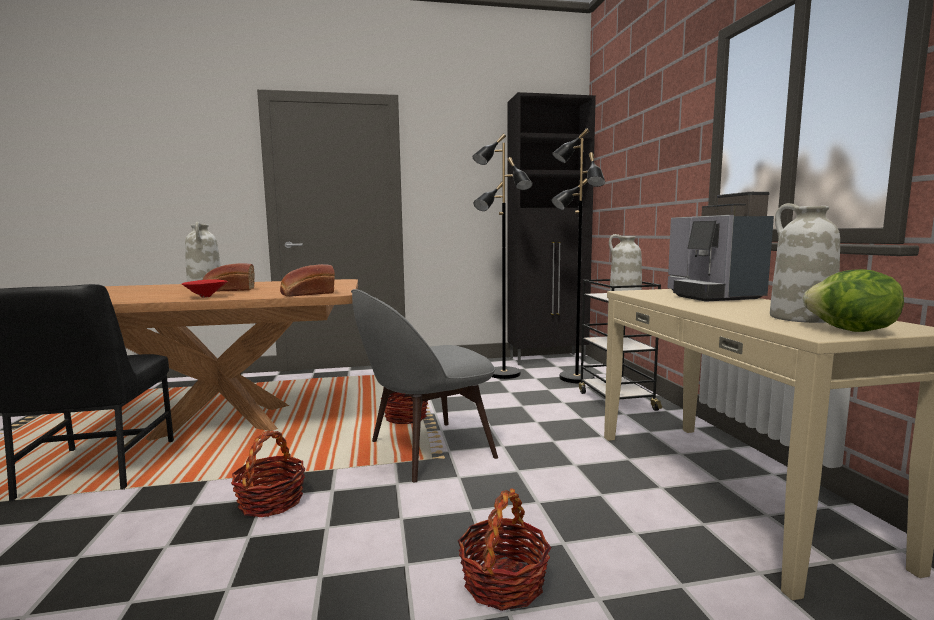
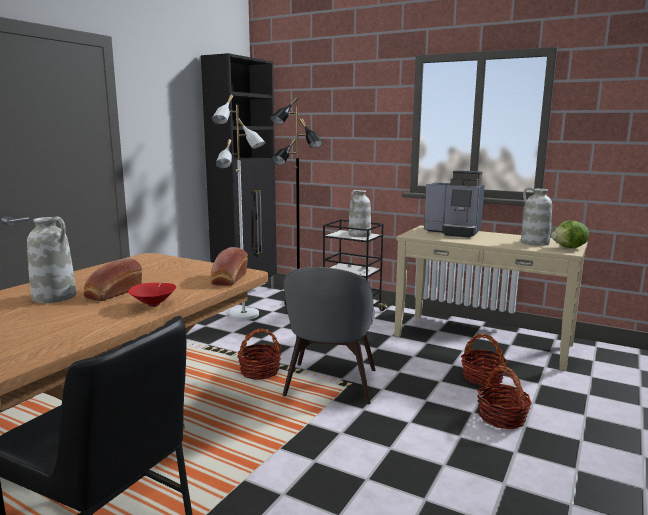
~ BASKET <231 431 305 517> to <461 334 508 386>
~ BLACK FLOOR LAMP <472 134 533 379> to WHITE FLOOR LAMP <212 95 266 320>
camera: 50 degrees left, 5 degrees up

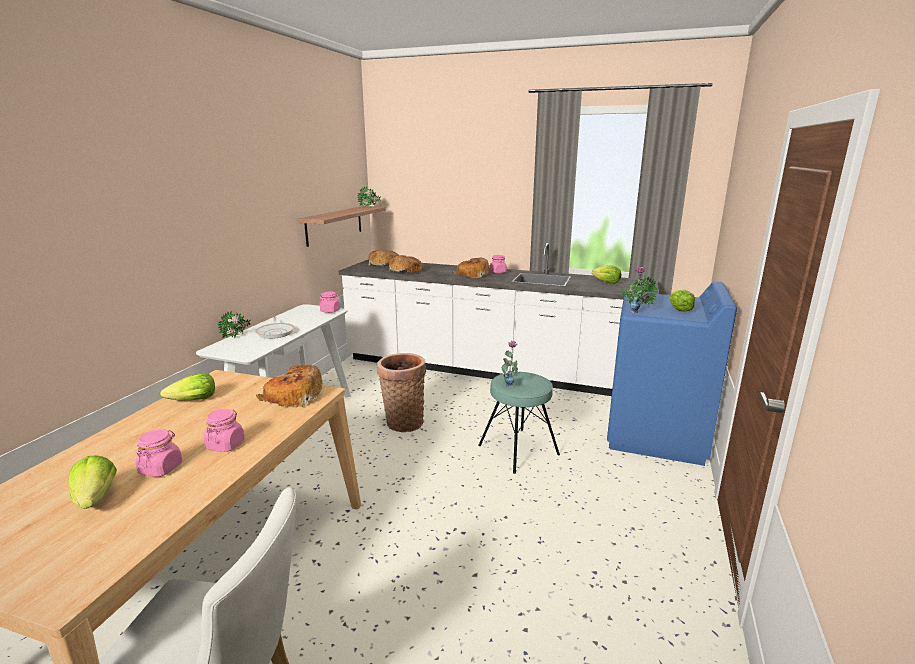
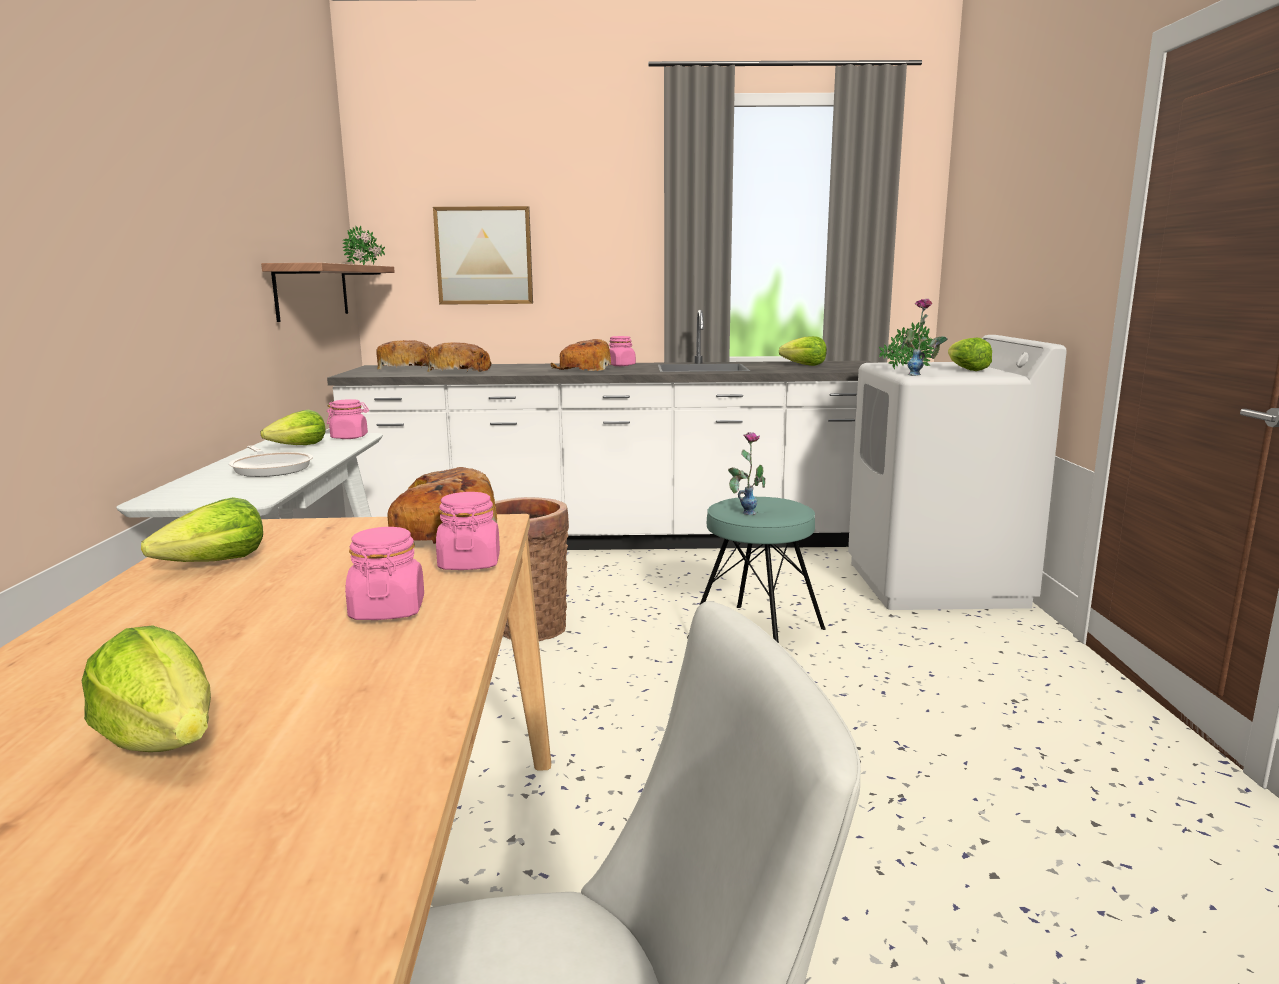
~ PINK JAR <136 429 182 477> to <436 492 500 570>
- POTTED PLANT <218 311 250 338>
~ BLUE WASHING MACHINE <607 281 737 466> to WHITE WASHING MACHINE <848 335 1067 610>
+ LETTUCE <260 410 325 445>
+ PICTURE <433 206 533 305>
camera: 20 degrees left, 5 degrees down

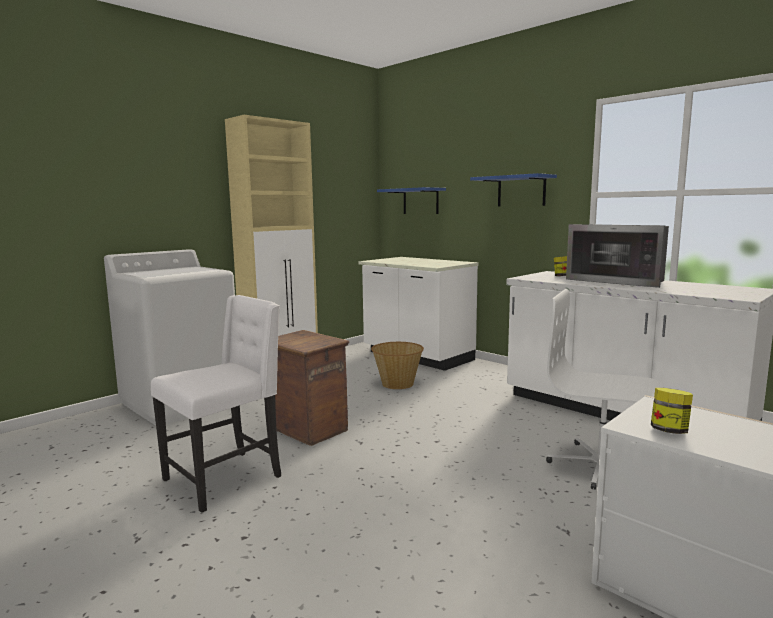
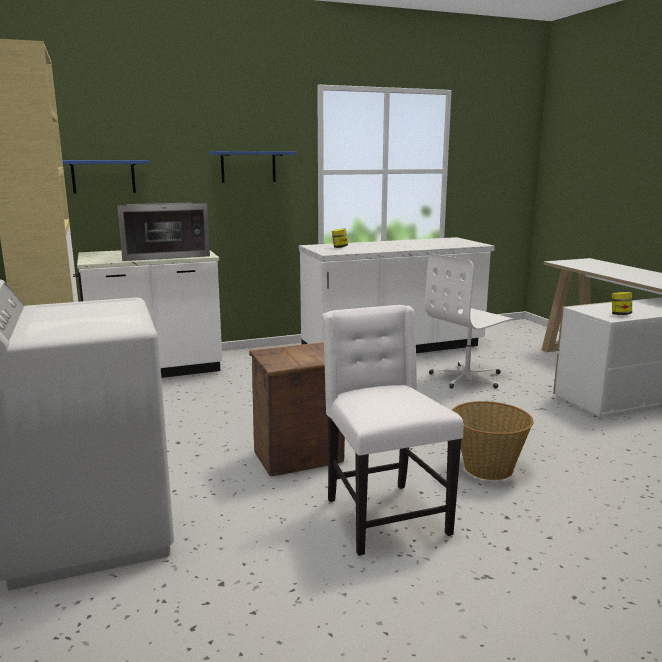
~ BASKET <371 342 424 389> to <452 401 534 480>
~ MICROWAVE <566 224 669 288> to <117 203 210 261>
camera: 65 degrees left, 5 degrees up

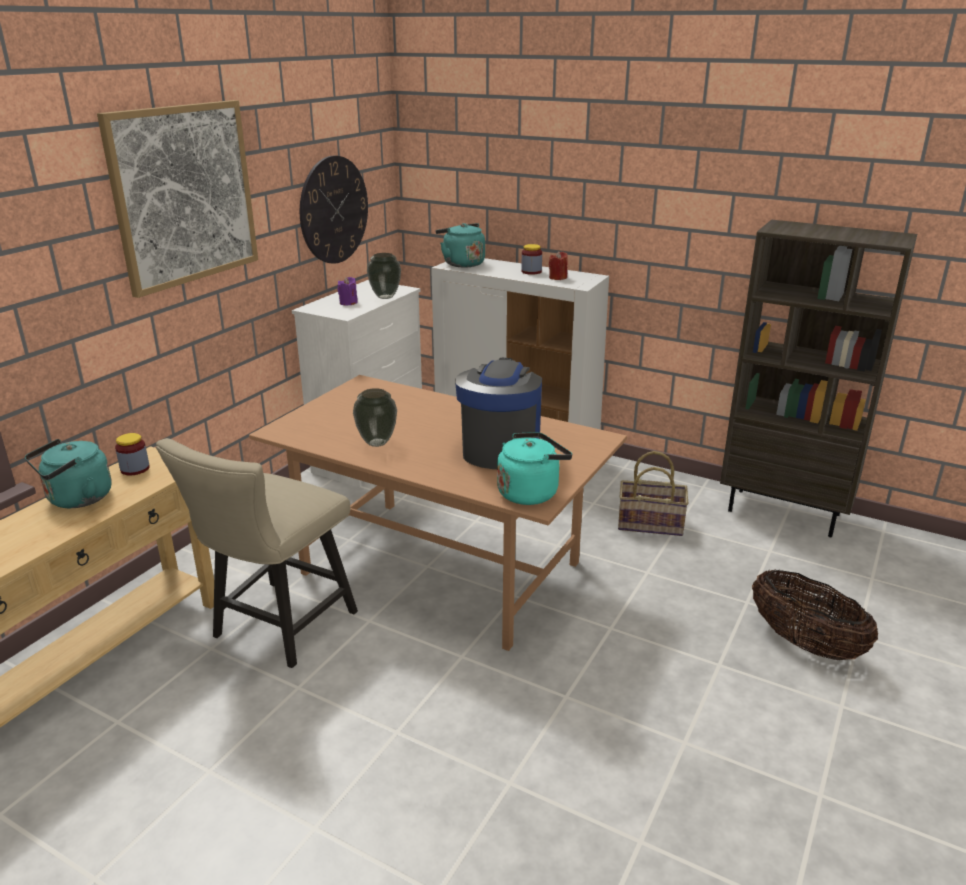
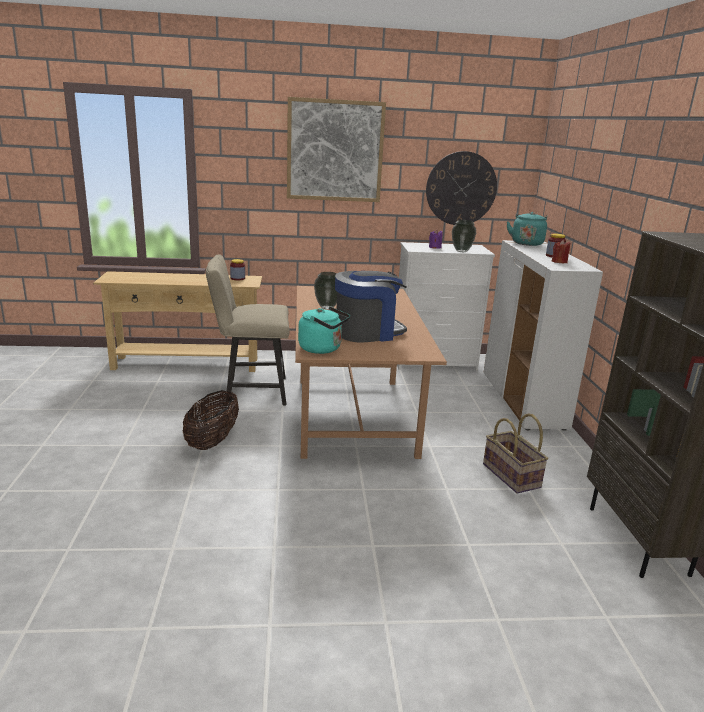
- TURQUOISE KETTLE <25 439 112 508>
~ BASKET <752 570 878 660> to <183 390 239 450>
camera: 55 degrees right, 5 degrees down

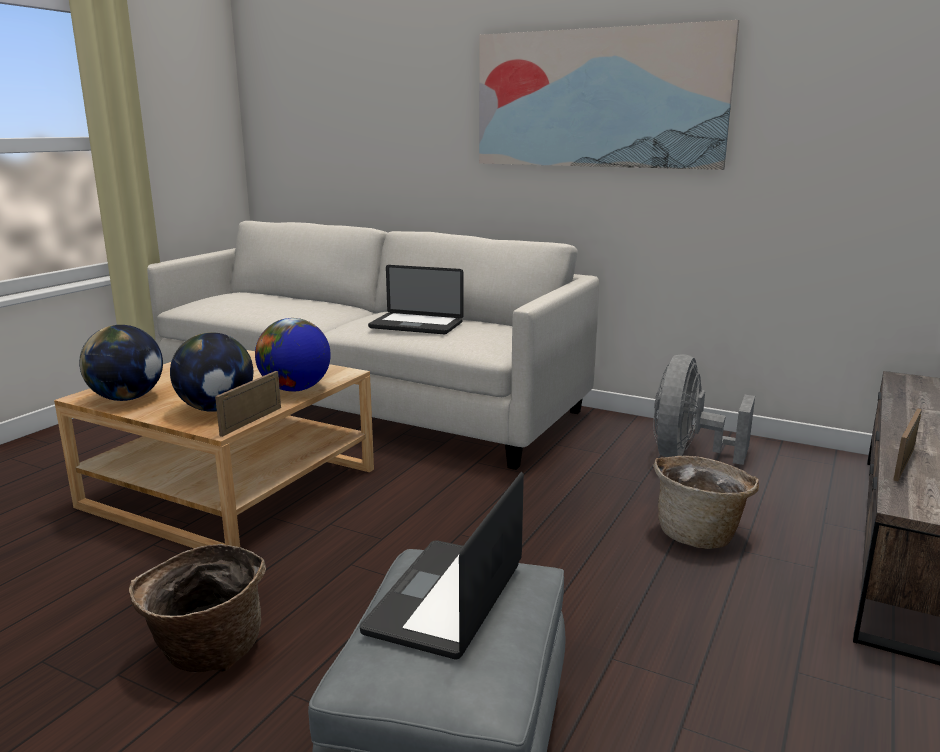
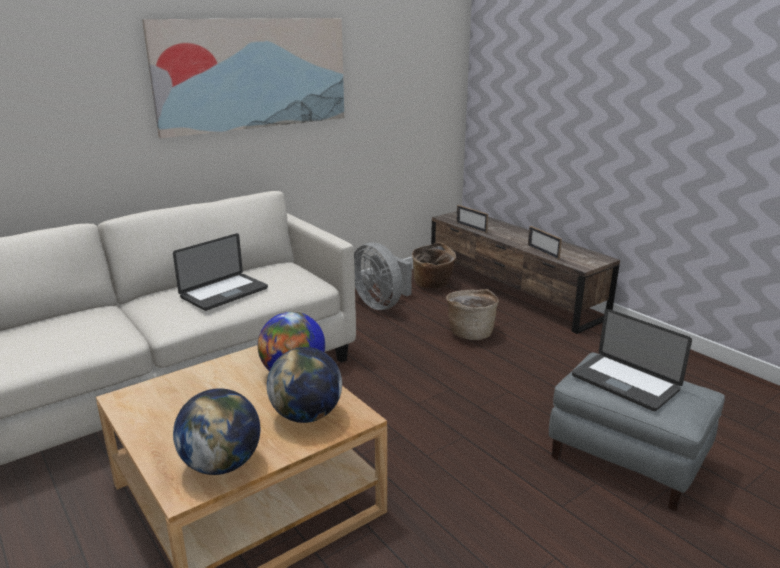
~ BASKET <129 544 266 672> to <412 242 456 288>
~ PICTURE FRAME <215 371 281 437> to <456 205 488 233>
camera: 65 degrees left, 5 degrees up

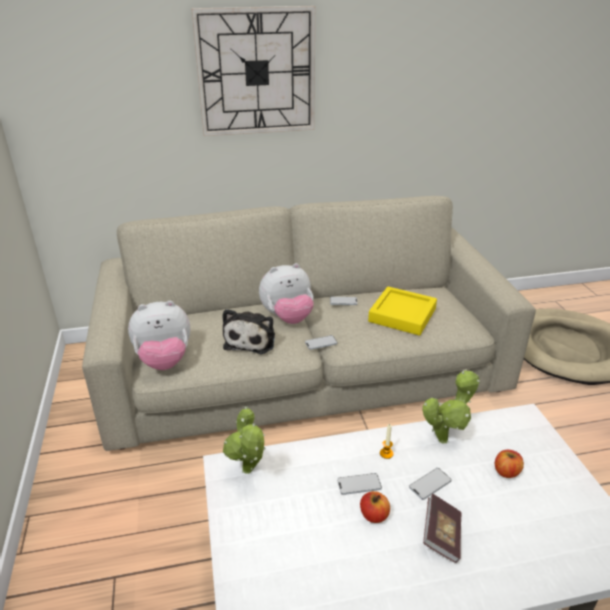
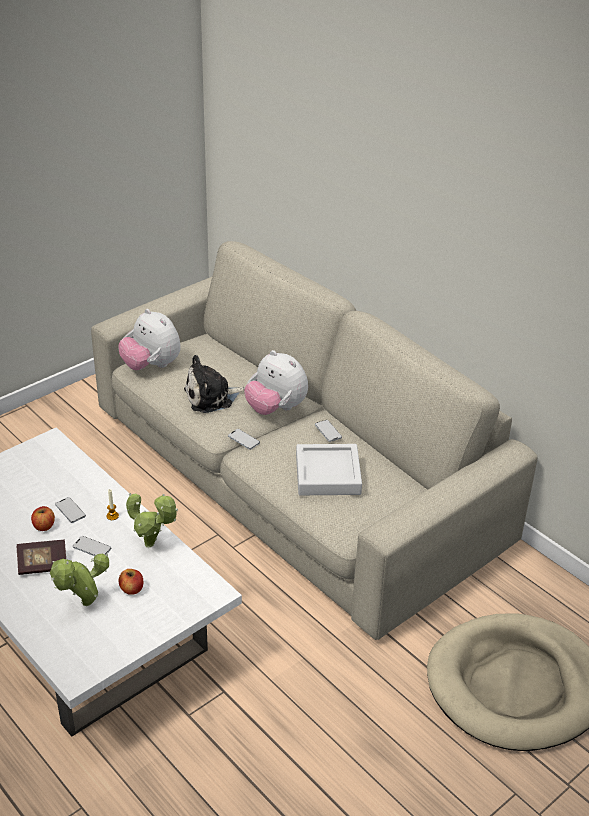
- WALL CLOCK <191 6 315 136>
~ POTTED PLANT <223 406 266 474> to <50 553 109 606>
~ YELLOW TRAY <368 287 437 336> to GREY TRAY <296 444 362 495>
camera: 60 degrees right, 5 degrees up

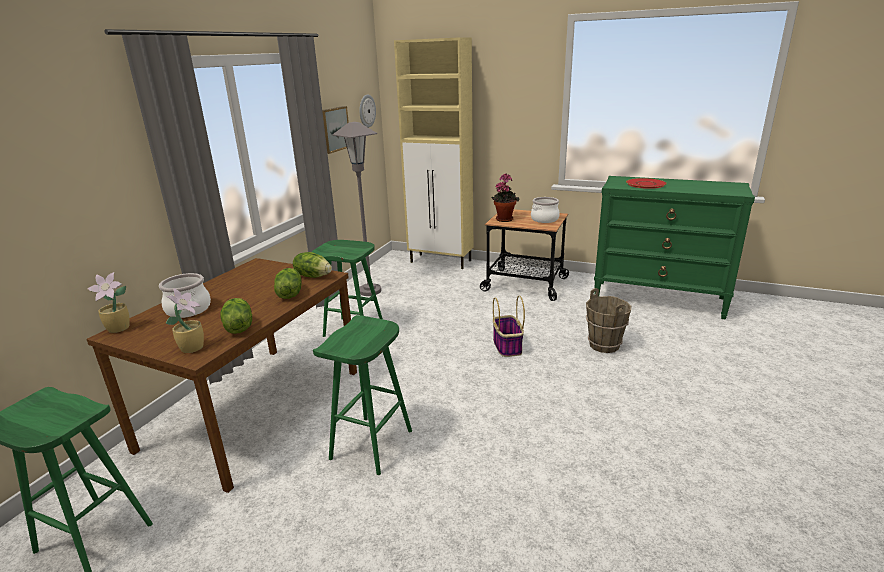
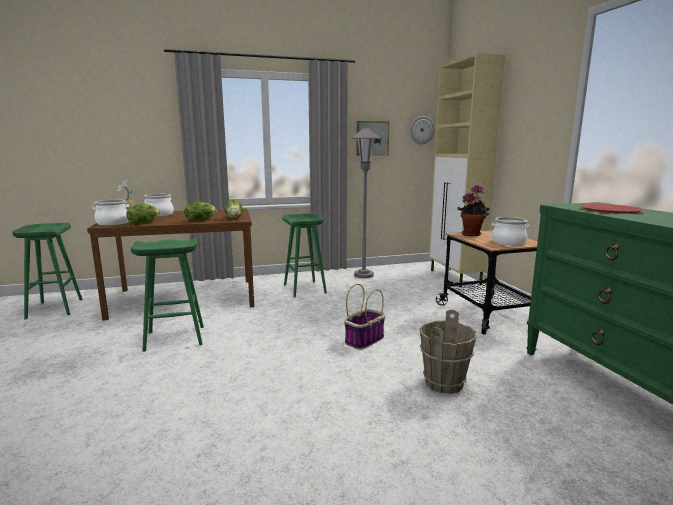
~ POTTED PLANT <166 288 204 353> to COOKING POT <92 200 129 226>
camera: 50 degrees right, 10 degrees down

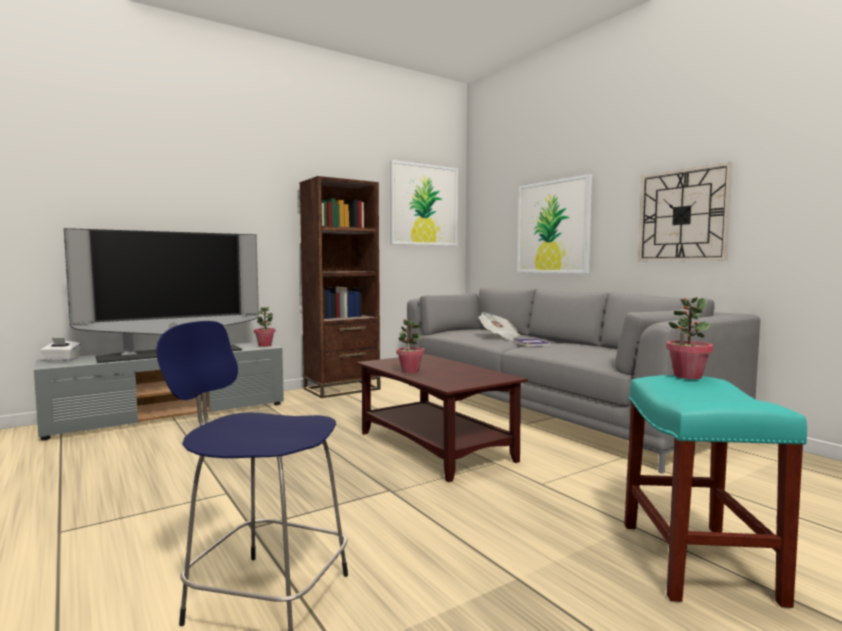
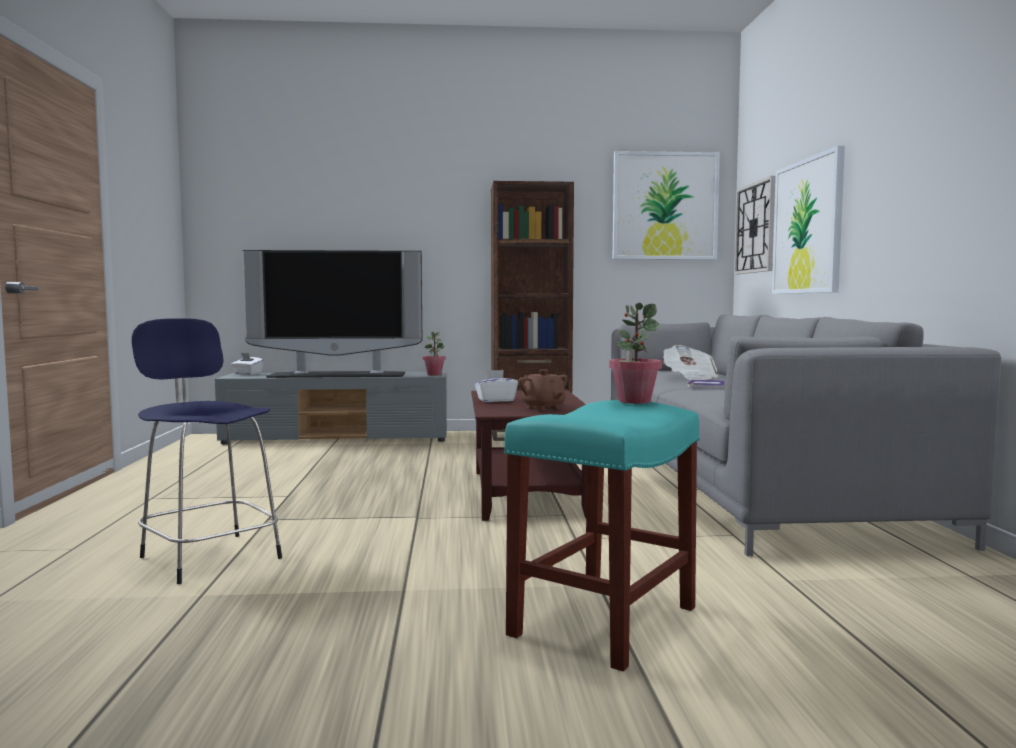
~ POTTED PLANT <396 318 424 373> to WHITE TISSUE BOX <475 370 518 402>
~ WALL CLOCK <638 162 733 261> to <734 176 775 274>
+ BROWN TEAPOT <518 369 567 411>
camera: 30 degrees right, 0 degrees up

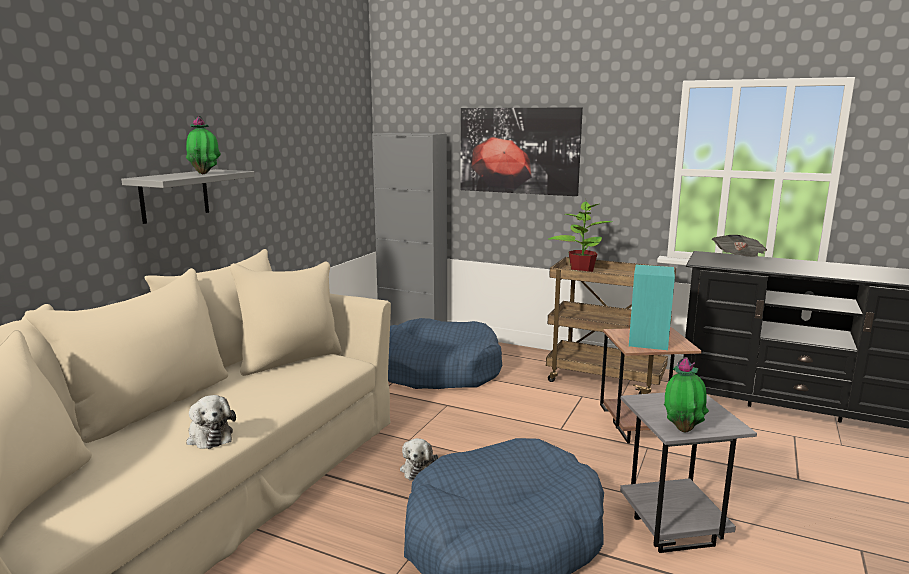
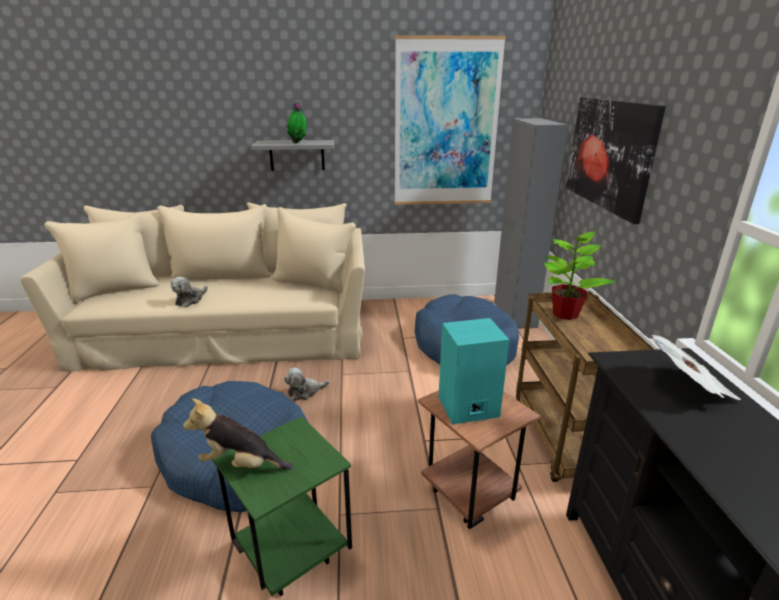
~ GREY SIDE TABLE <620 392 757 553> to GREEN SIDE TABLE <213 416 352 597>
~ POTTED PLANT <664 357 709 432> to PLUSH TOY <183 398 293 469>
+ PICTURE <395 35 506 205>
camera: 60 degrees right, 10 degrees up

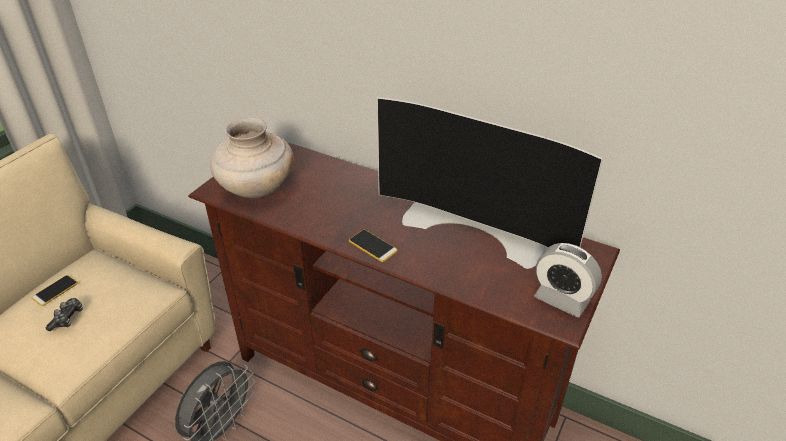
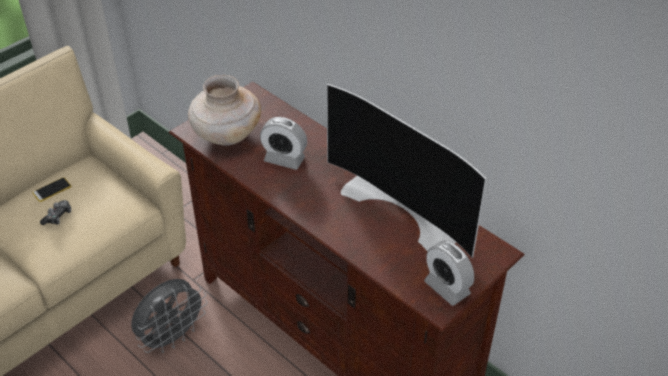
- PHONE <349 230 398 262>
+ ALARM CLOCK <260 117 307 170>
camera: 15 degrees right, 5 degrees up

